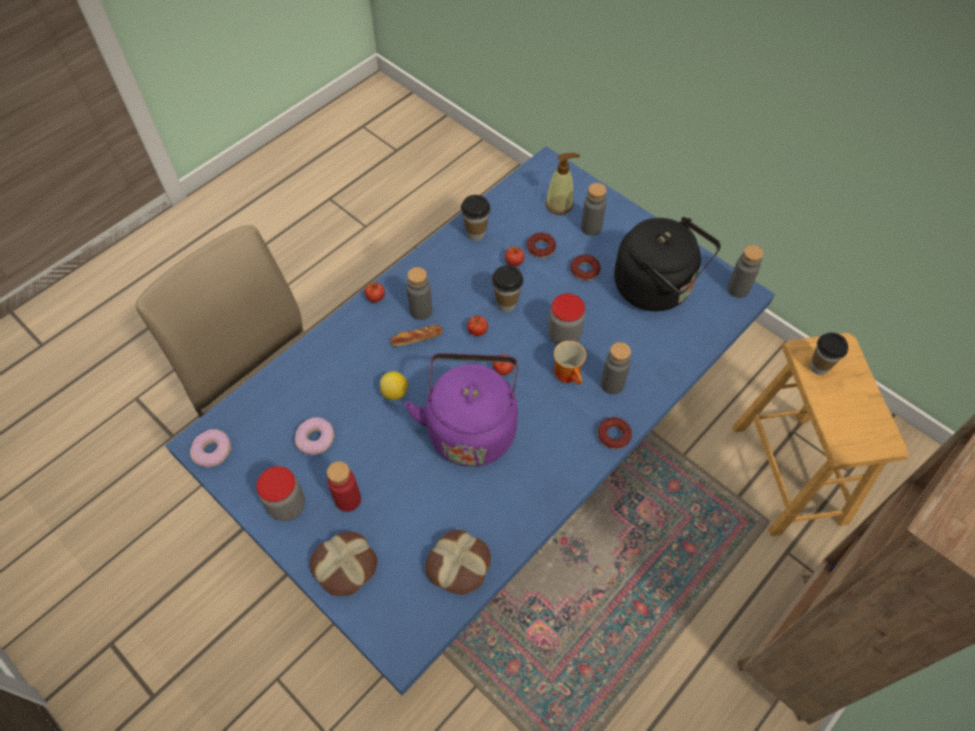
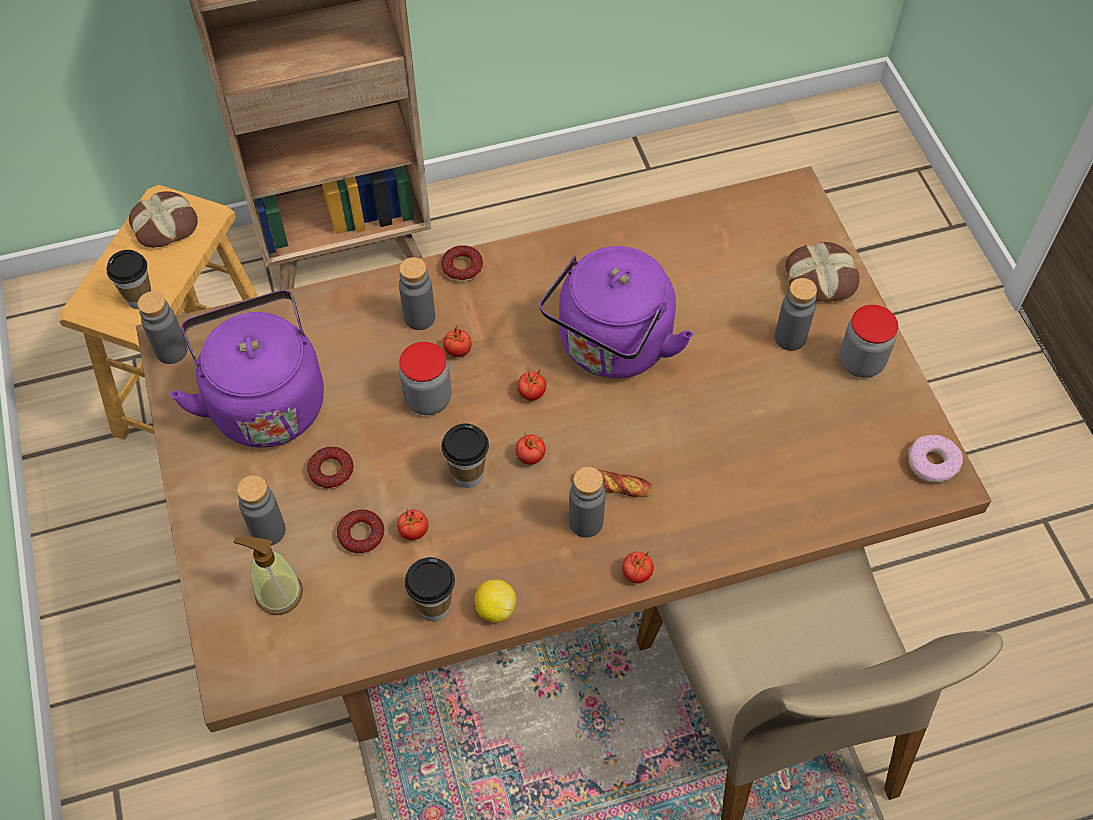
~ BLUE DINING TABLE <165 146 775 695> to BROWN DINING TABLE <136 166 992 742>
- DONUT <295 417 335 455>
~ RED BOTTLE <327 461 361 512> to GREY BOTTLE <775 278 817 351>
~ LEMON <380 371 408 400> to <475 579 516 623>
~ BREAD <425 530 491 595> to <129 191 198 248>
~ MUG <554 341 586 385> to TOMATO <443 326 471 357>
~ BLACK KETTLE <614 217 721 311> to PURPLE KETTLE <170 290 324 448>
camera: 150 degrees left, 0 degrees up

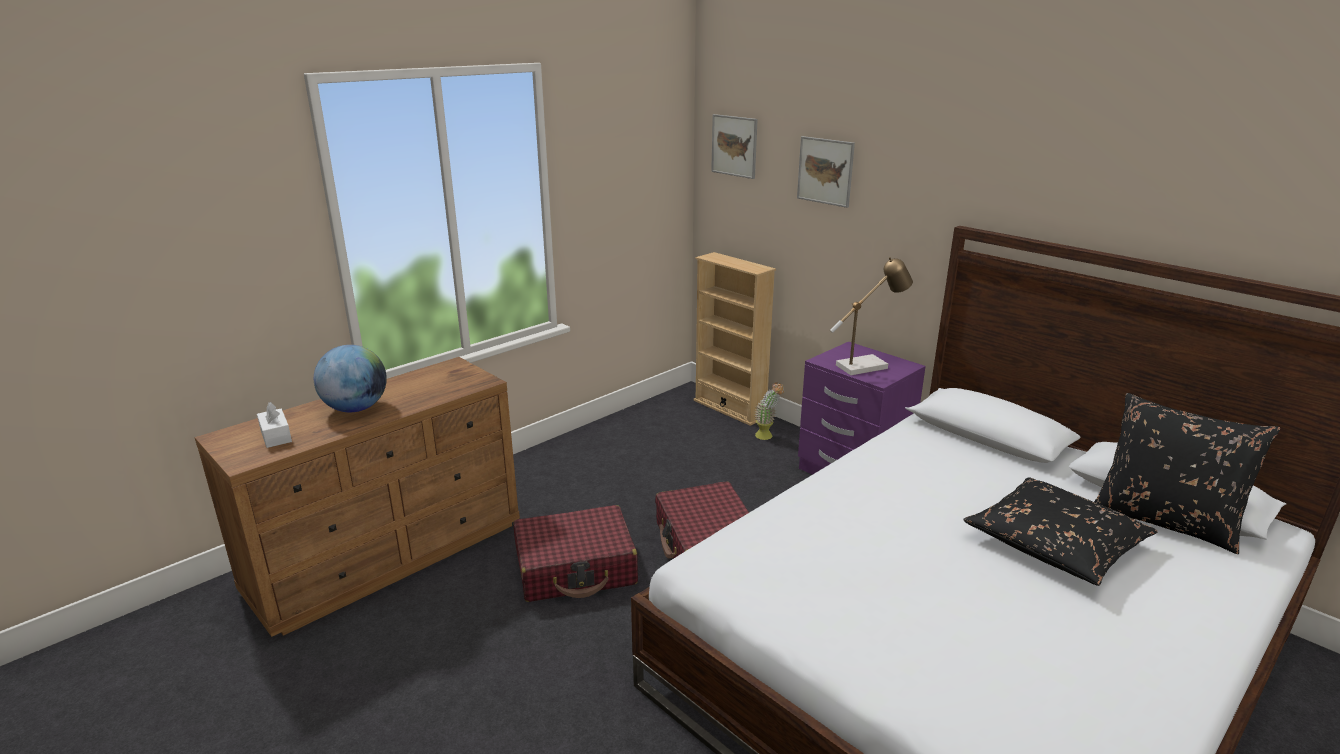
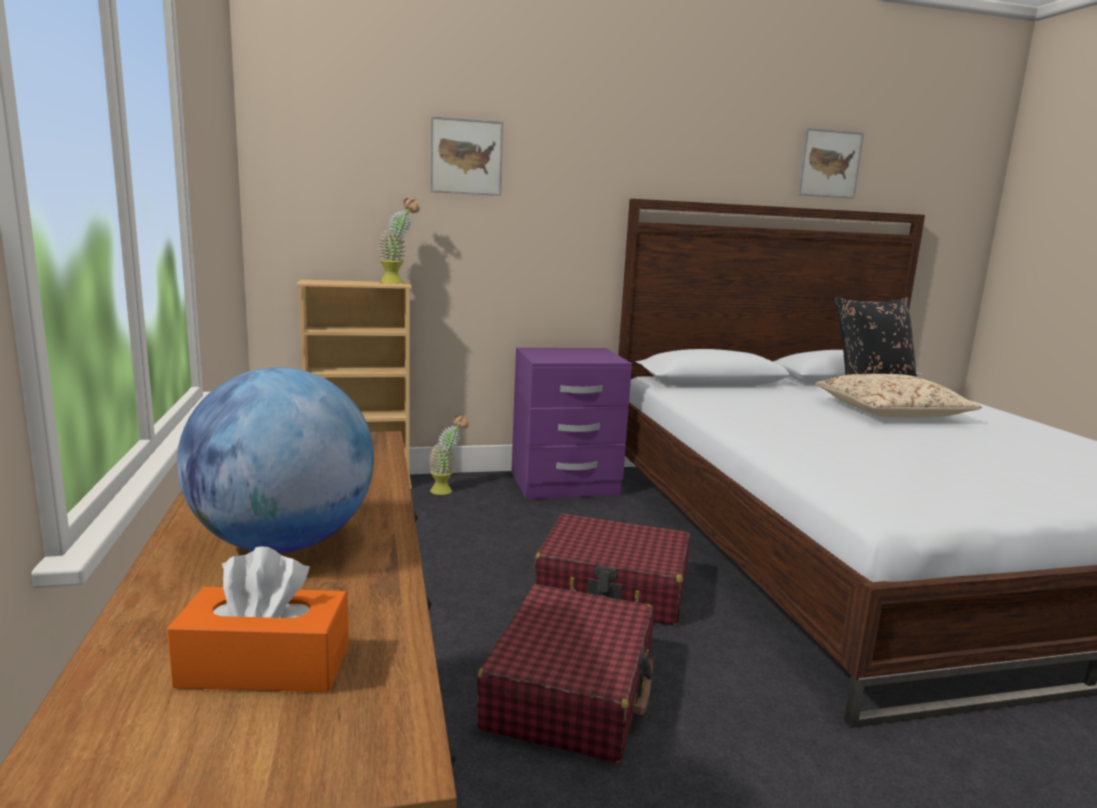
~ WHITE TISSUE BOX <257 402 292 448> to ORANGE TISSUE BOX <167 546 349 692>
~ PICTURE <711 114 758 179> to <797 128 864 199>
- TABLE LAMP <830 257 913 375>
~ BLACK PILLOW <963 477 1158 586> to BEIGE PILLOW <815 374 982 418>
+ POTTED PLANT <377 198 420 284>
camera: 60 degrees left, 10 degrees down

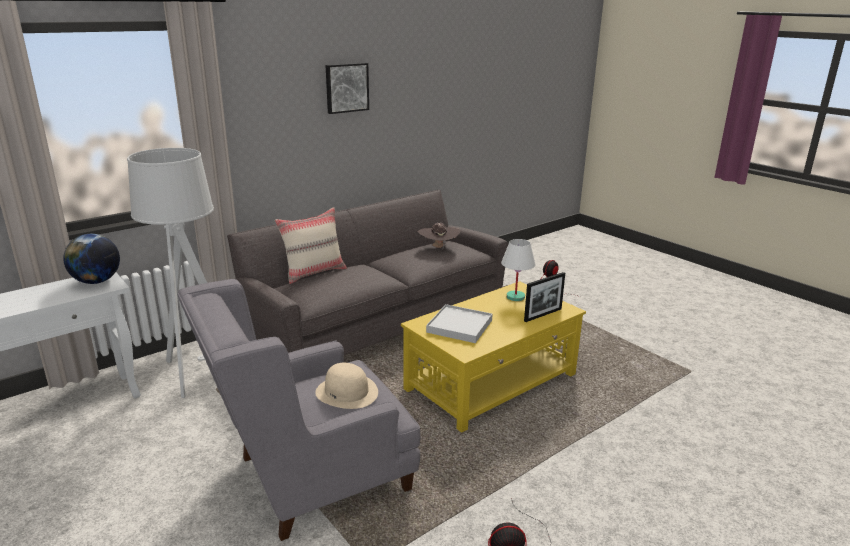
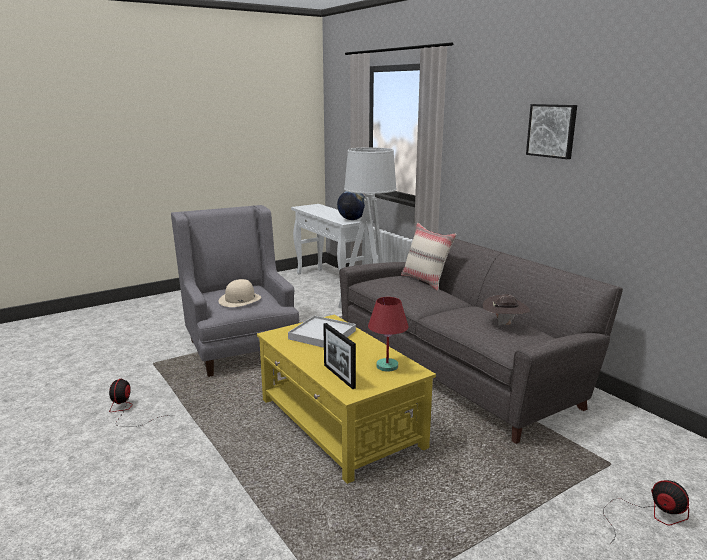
~ WHITE TABLE LAMP <501 239 535 301> to RED TABLE LAMP <368 297 409 372>
camera: 95 degrees right, 5 degrees down

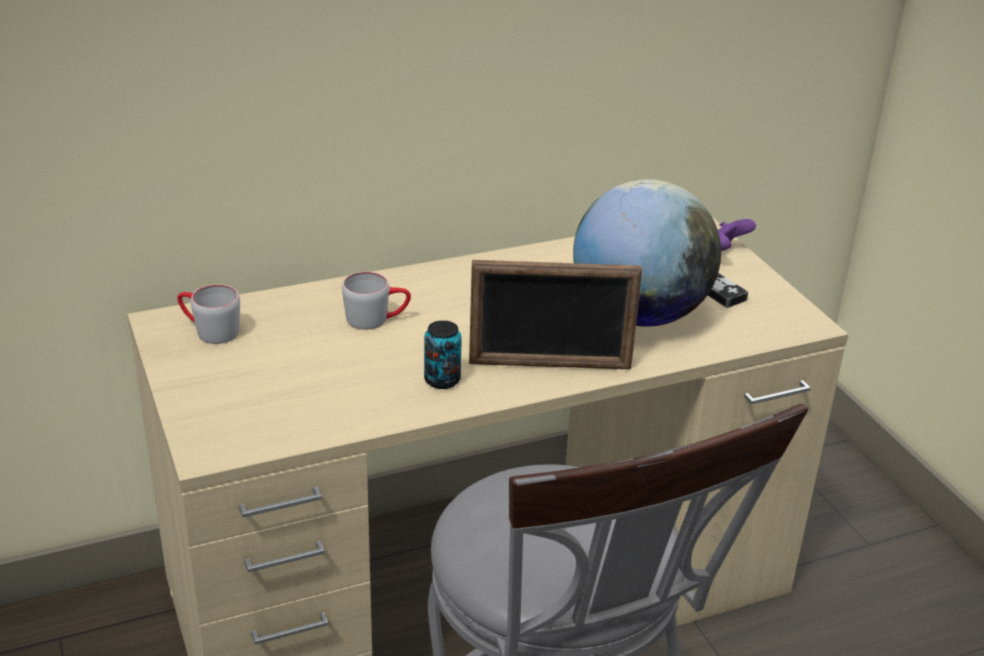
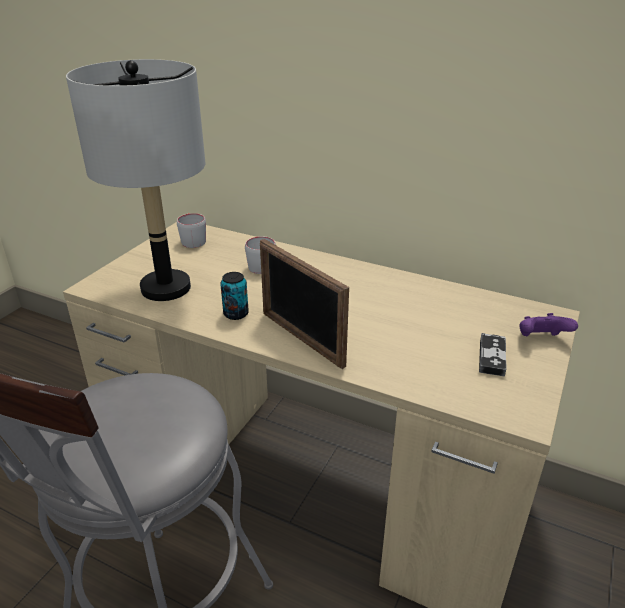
- GLOBE <573 179 721 327>
+ GREY TABLE LAMP <66 59 205 301>
camera: 50 degrees right, 0 degrees up

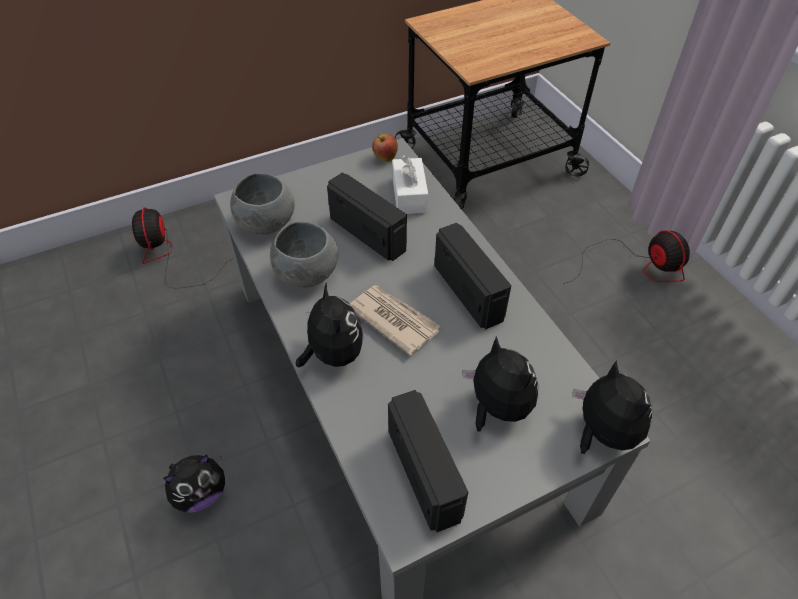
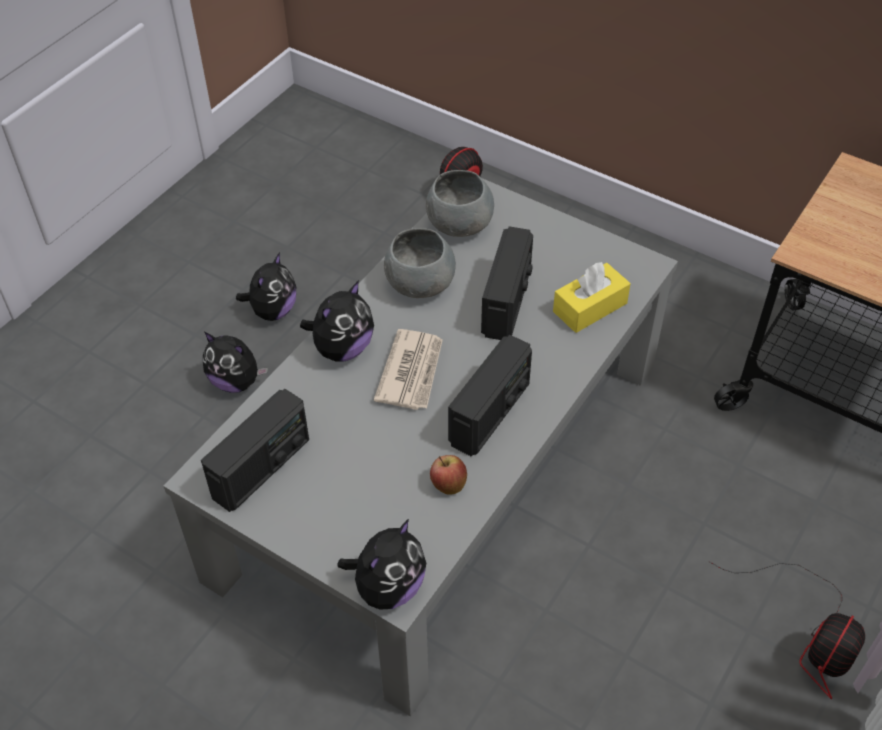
~ APPLE <372 134 398 162> to <430 455 467 495>
~ WHITE TISSUE BOX <392 155 428 214> to YELLOW TISSUE BOX <553 262 631 333>
~ PLUSH TOY <463 336 538 432> to <236 252 296 321>
camera: 60 degrees right, 0 degrees up

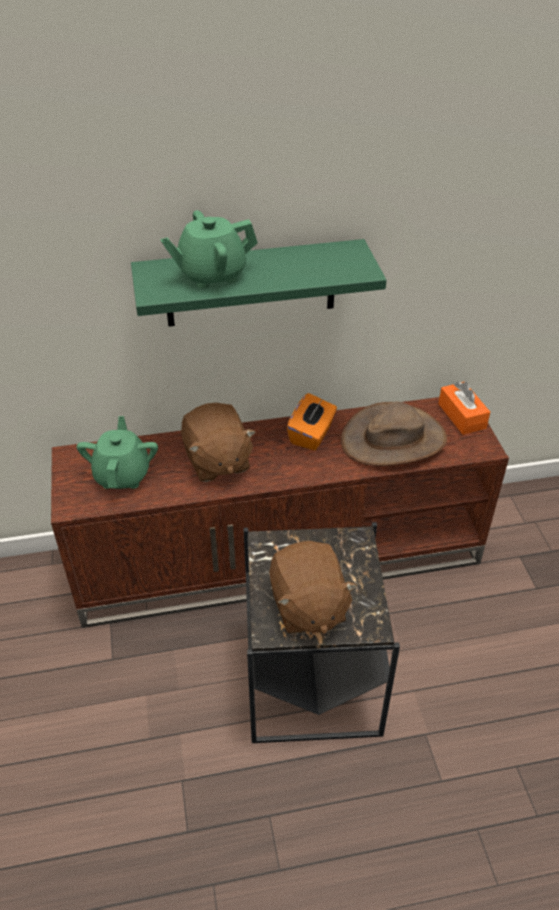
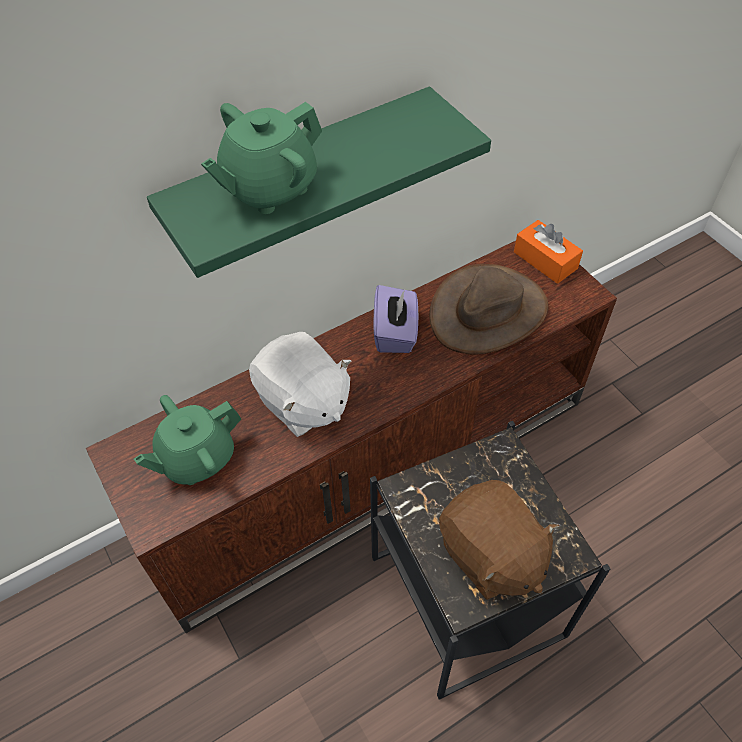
~ GREEN TEAPOT <77 416 158 489> = <134 395 241 485> 105 degrees counterclockwise
~ BROWN PLUSH TOY <181 403 256 482> to WHITE PLUSH TOY <249 332 351 437>
~ ORANGE TISSUE BOX <287 393 337 450> to PURPLE TISSUE BOX <373 285 418 353>
camera: 20 degrees left, 10 degrees up

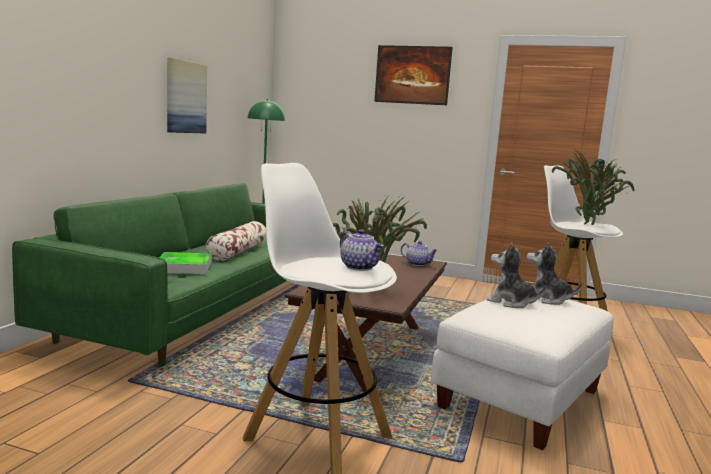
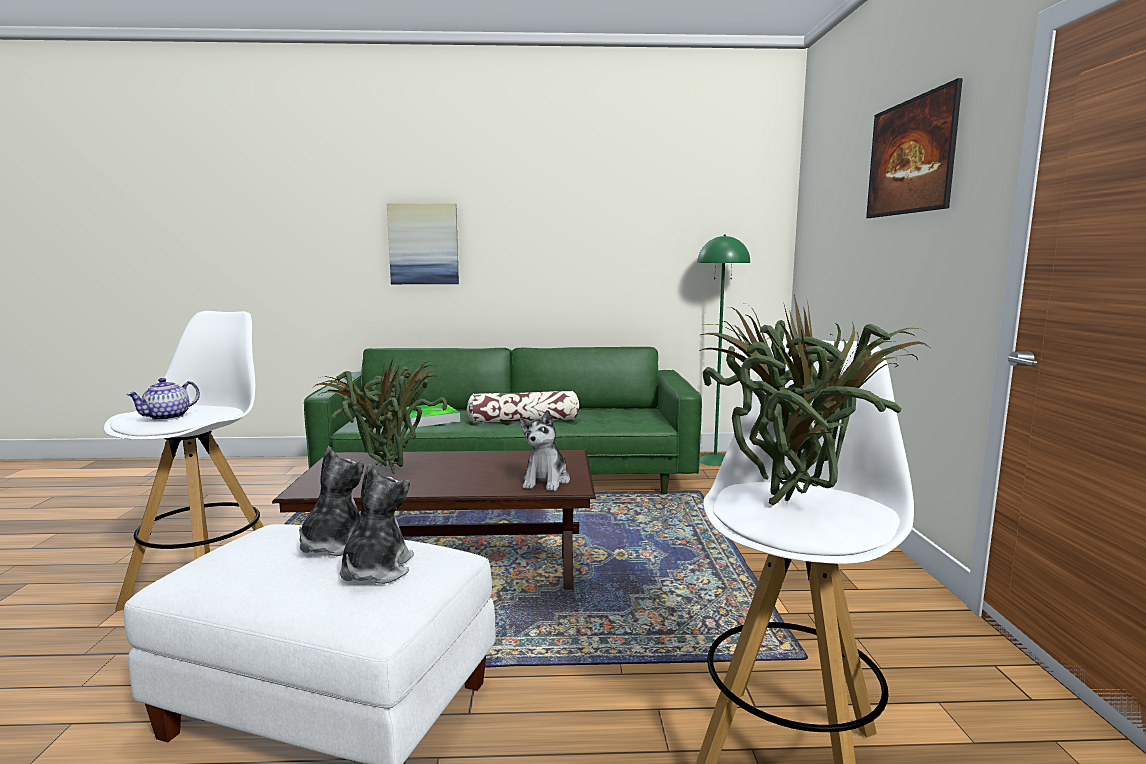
~ PICTURE <167 57 207 134> to <387 203 459 284>
~ TEAPOT <401 241 438 266> to PLUSH TOY <520 410 570 491>
camera: 70 degrees right, 0 degrees up

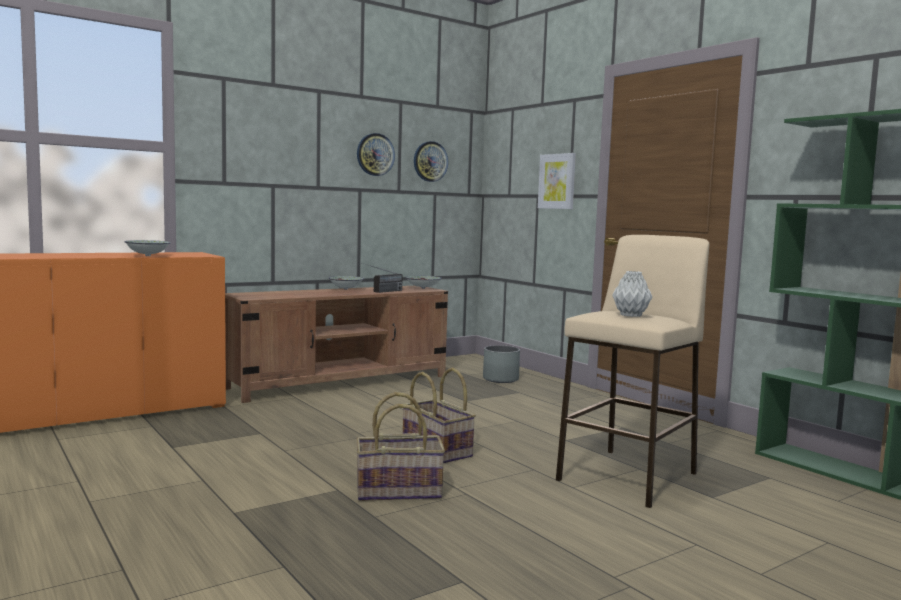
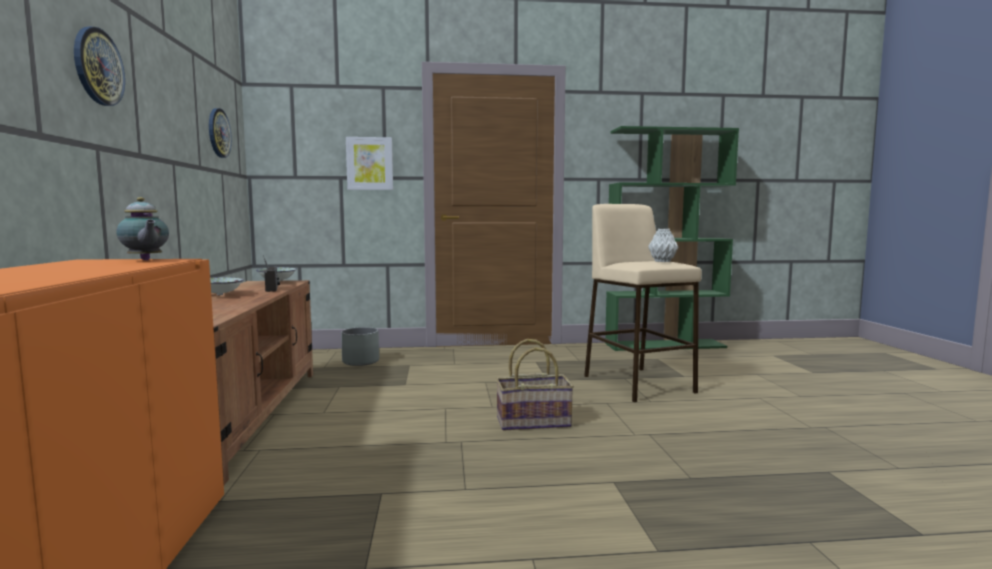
- BOWL <124 240 171 256>
- BASKET <356 392 445 501>
~ WALL CLOCK <357 133 395 176> to <74 27 125 106>
+ TEAPOT <116 197 169 260>
camera: 60 degrees left, 0 degrees up

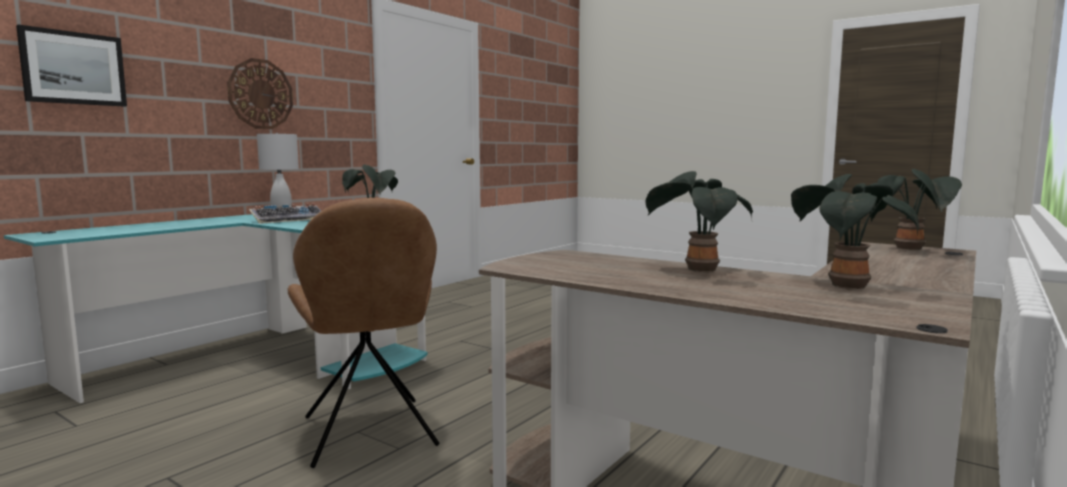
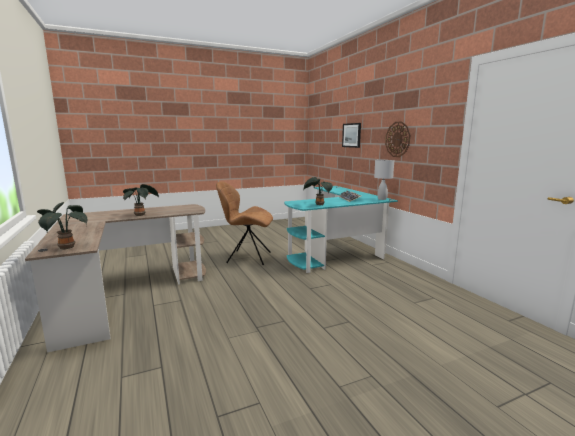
- POTTED PLANT <791 174 919 291>
camera: 120 degrees right, 5 degrees up

